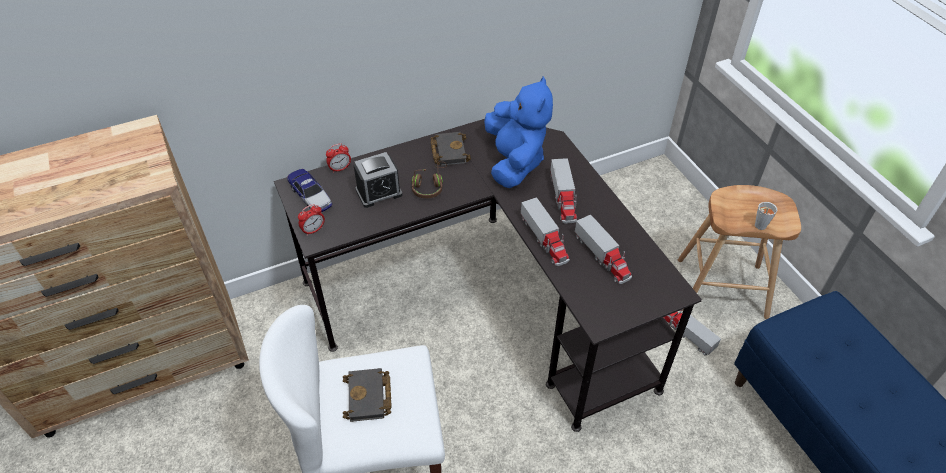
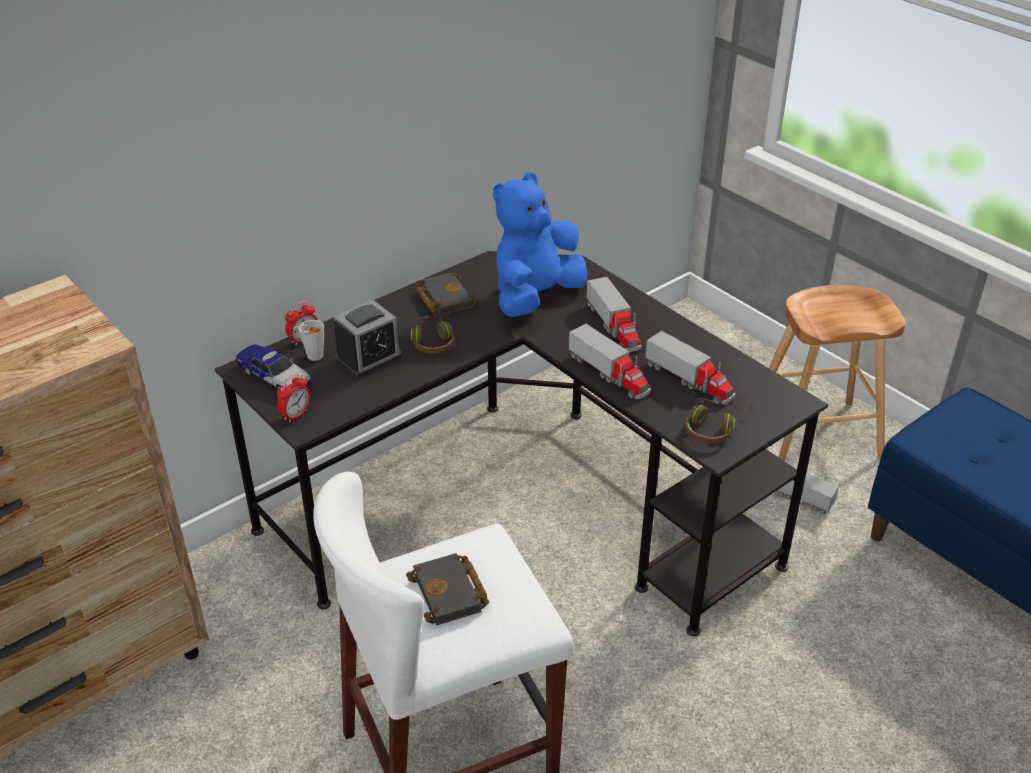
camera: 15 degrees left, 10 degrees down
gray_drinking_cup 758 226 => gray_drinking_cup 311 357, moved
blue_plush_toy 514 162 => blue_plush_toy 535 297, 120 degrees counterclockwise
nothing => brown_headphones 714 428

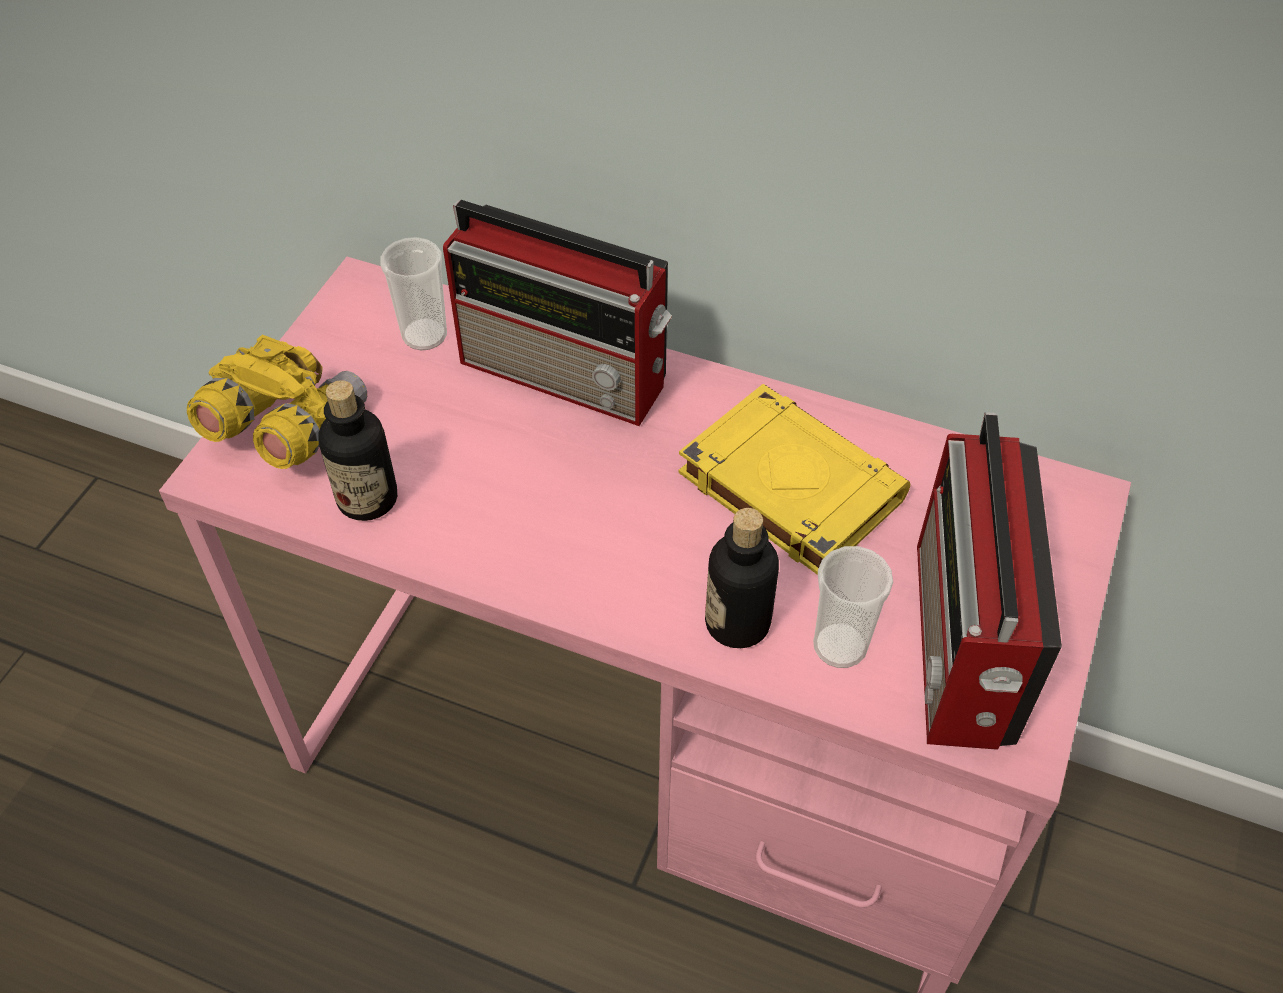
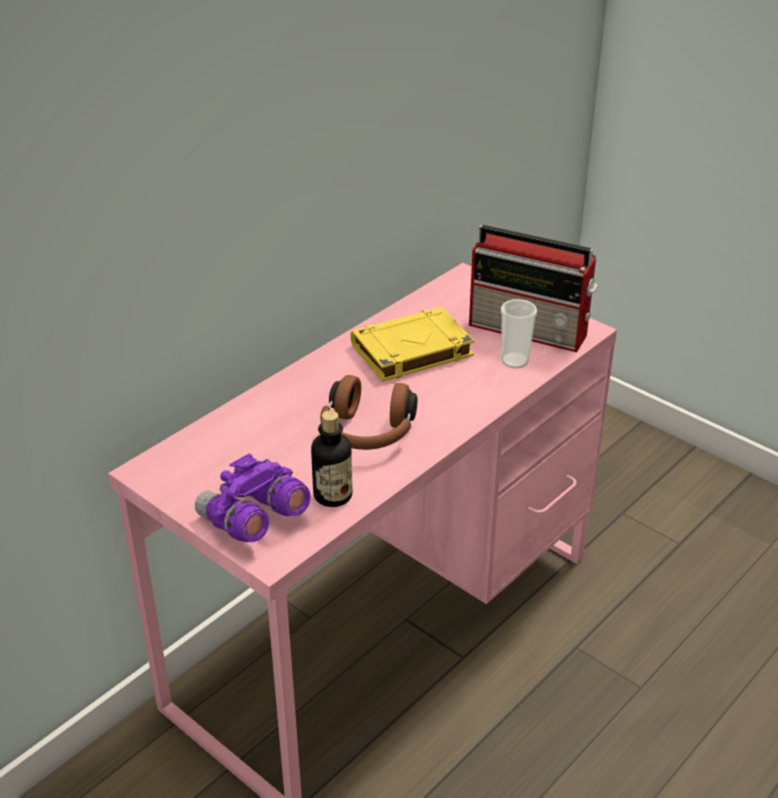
camera: 70 degrees left, 15 degrees down
yellow_binoculars 285 429 => purplish_binoculars 252 521
nothing => brown_headphones 367 433
drinking_cup 424 335 => nothing
radio_set 568 374 => nothing
beverage_bottle 737 623 => nothing

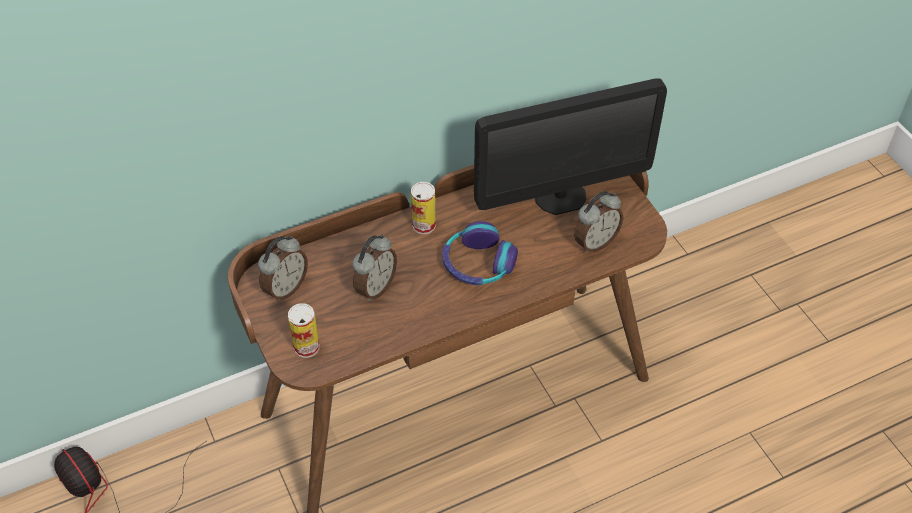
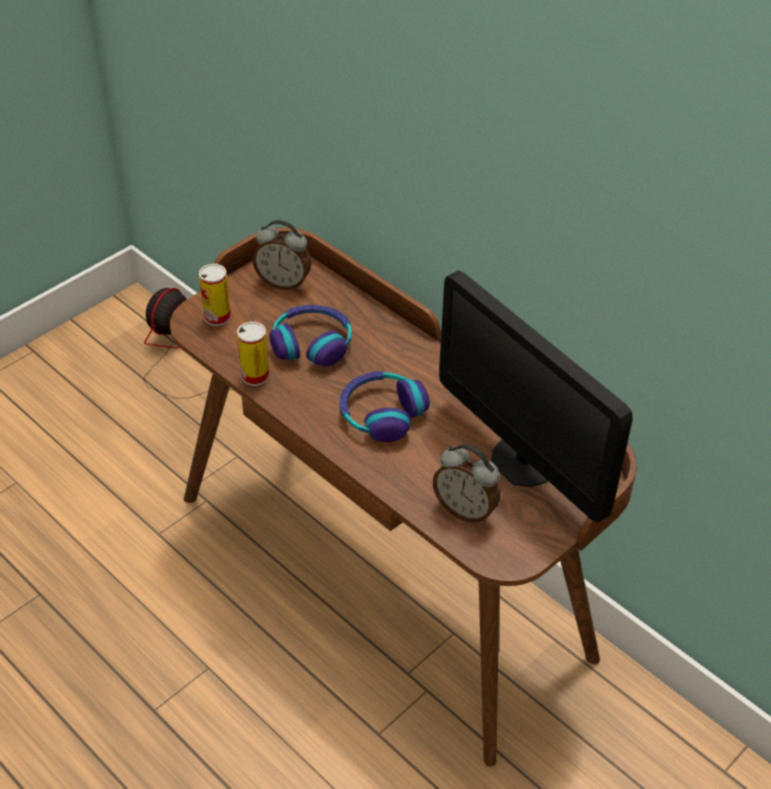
camera: 70 degrees right, 5 degrees down
can 424 225 => can 255 376, moved
bedside_clock 375 287 => headphones 312 343

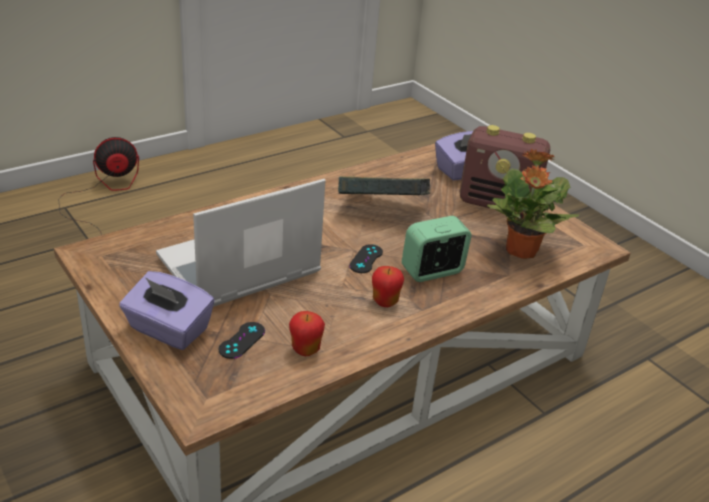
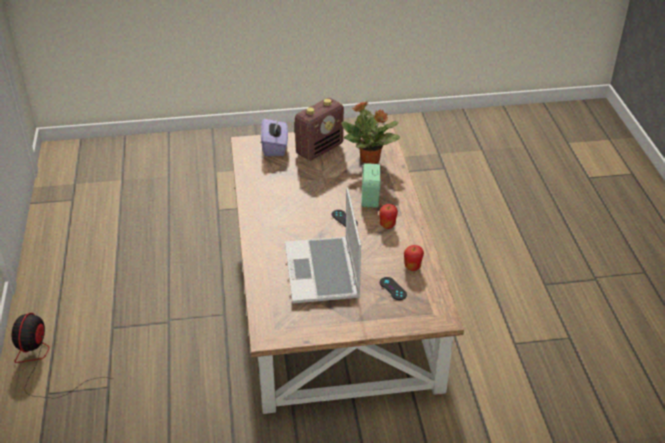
camera: 60 degrees left, 5 degrees up
purplish_box_of_tissues 168 330 => nothing
book 382 209 => nothing

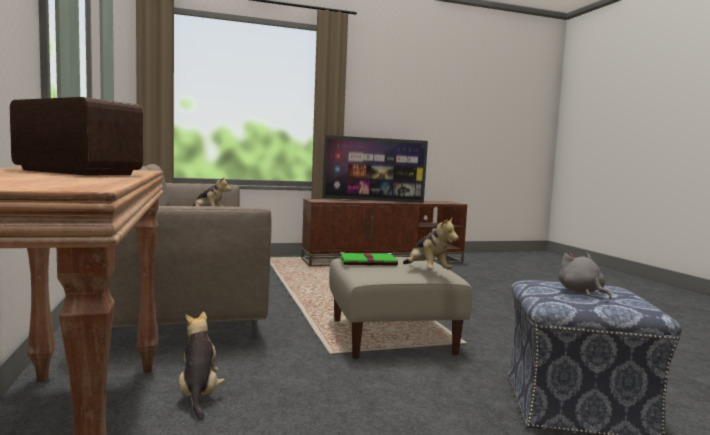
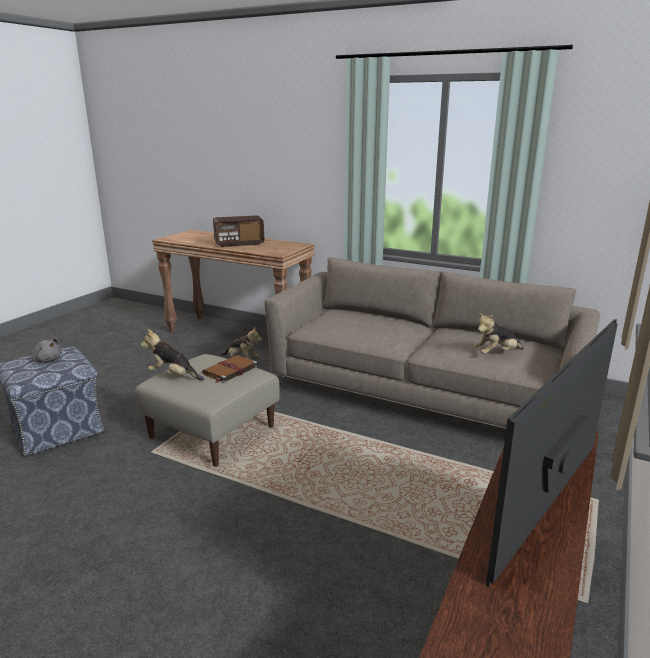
camera: 135 degrees right, 15 degrees up
green_book 369 262 => brown_book 229 370

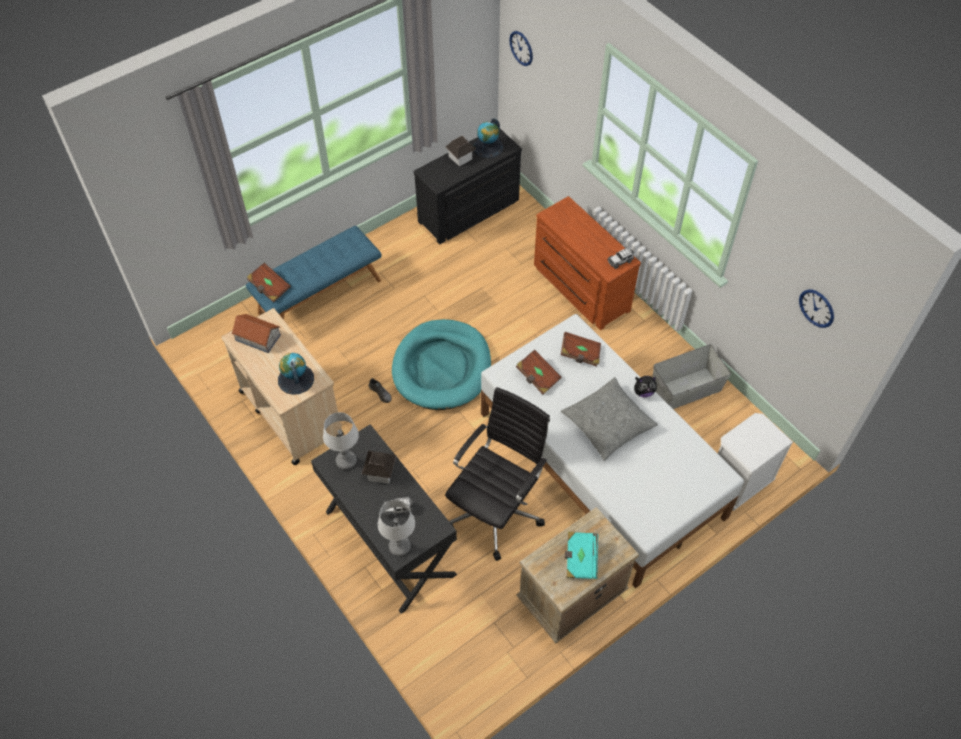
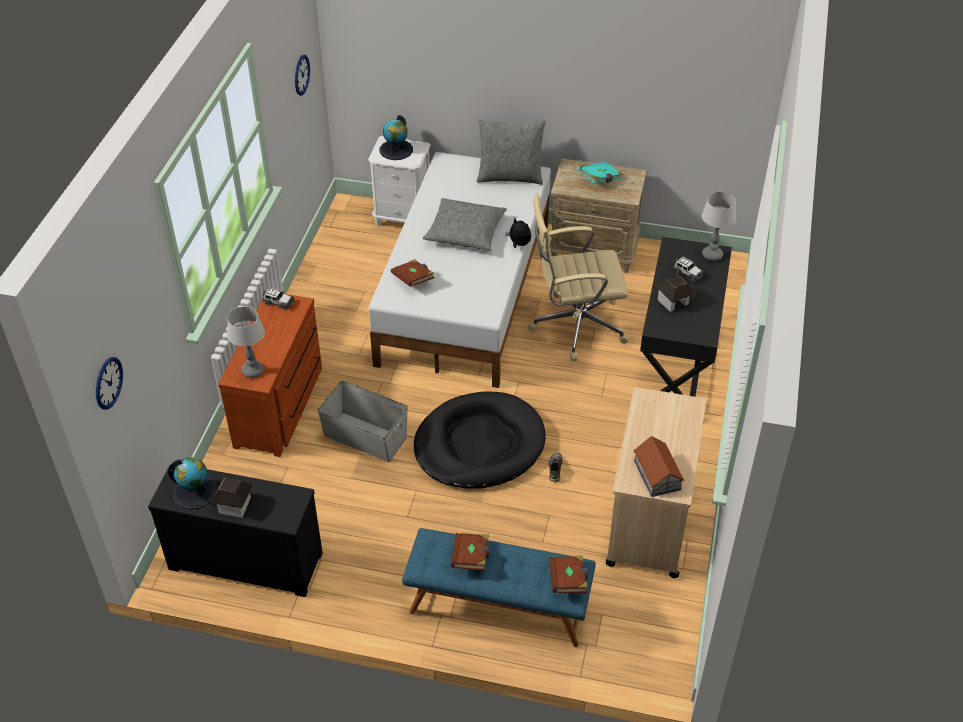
camera: 130 degrees left, 10 degrees down
lamp_for_a_table 346 460 => lamp_for_a_table 252 371, moved
gray_storage_bin 686 389 => gray_storage_bin 365 436, moved
globe 295 379 => globe 396 150, moved
turquoise-coloured_dog_bed 442 367 => black-coloured_dog_bed 479 445
brown_book 537 377 => brown_book 471 558, moved
nothing => gray_cushion 510 176
plush_toy 643 392 => plush_toy 519 244, moved
black-coloured_desk_chair 496 510 => sand-coloured_desk_chair 575 325

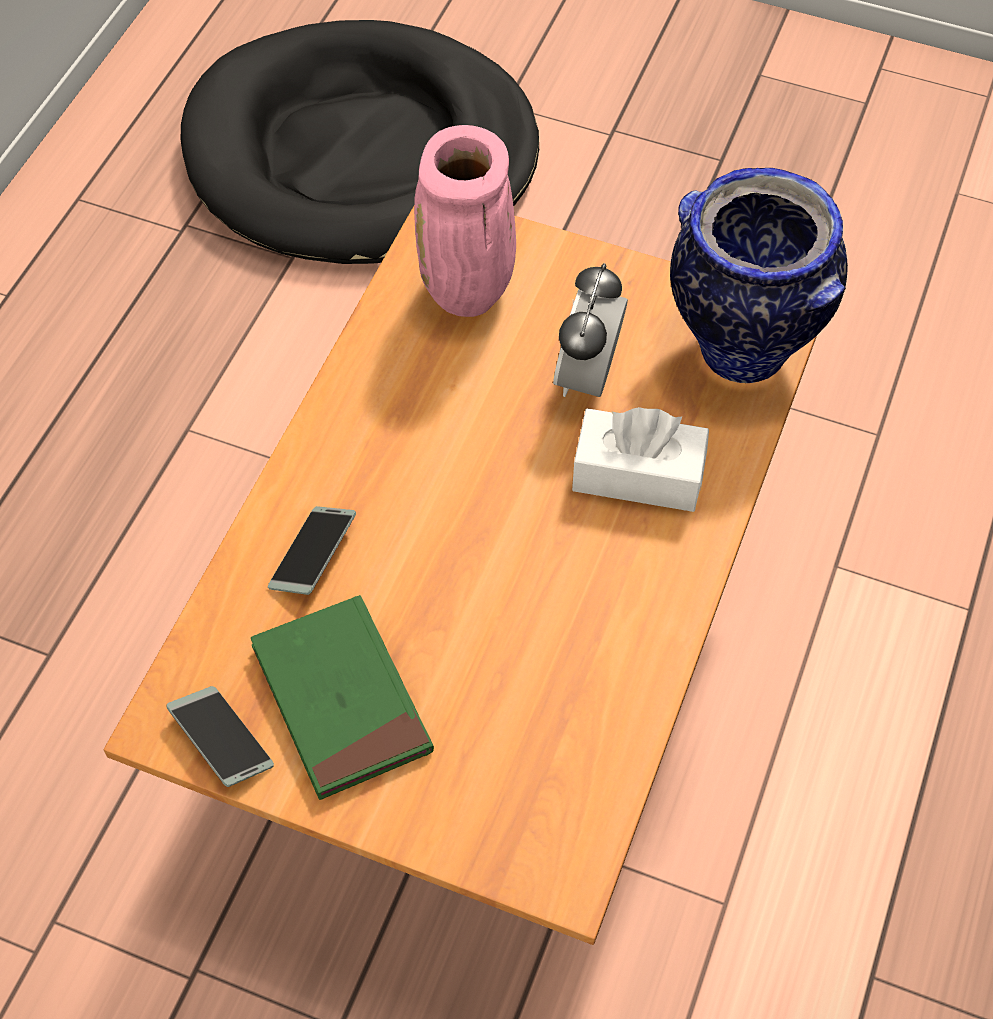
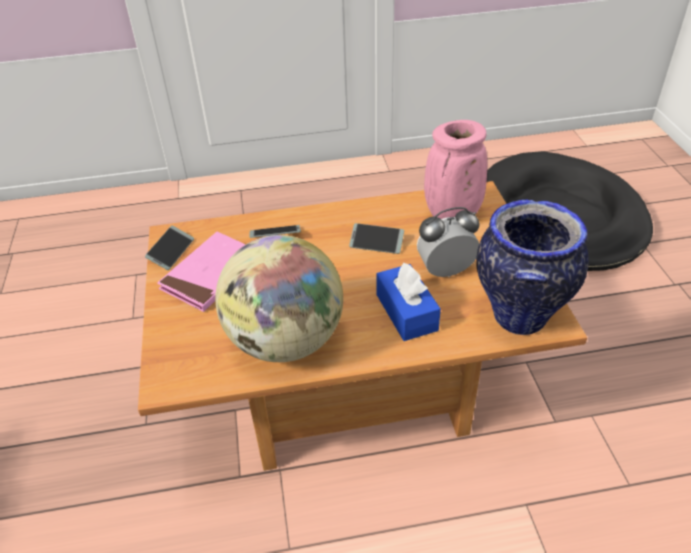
camera: 60 degrees right, 15 degrees down
green_book 341 700 => pink-coloured_book 211 274
nothing => globe 285 341
nothing => telephone 376 243
white-coloured_box_of_tissues 638 475 => blue_box_of_tissues 406 312

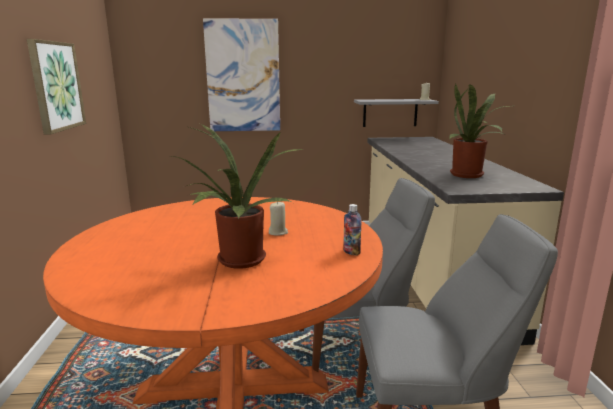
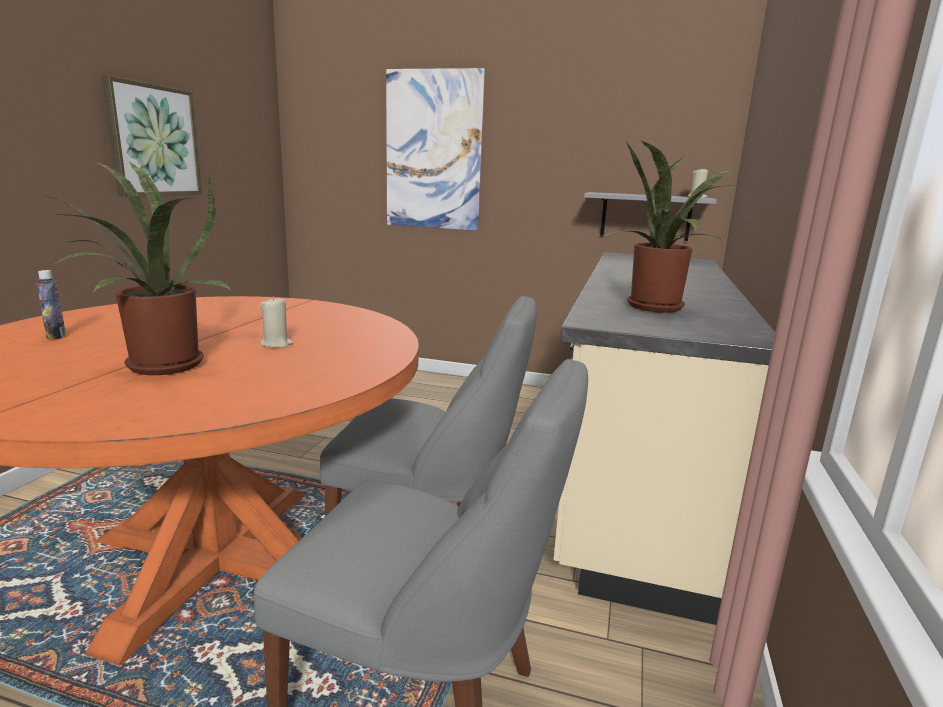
camera: 20 degrees right, 0 degrees up
beverage_bottle 351 252 => beverage_bottle 56 336, moved

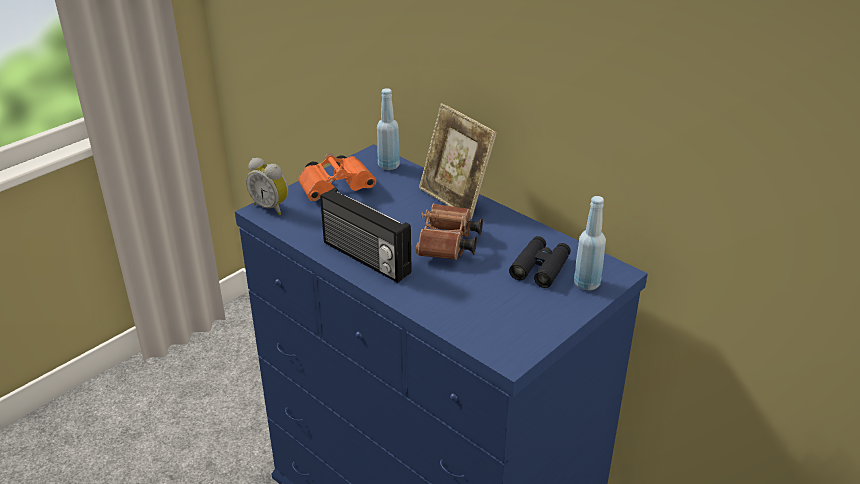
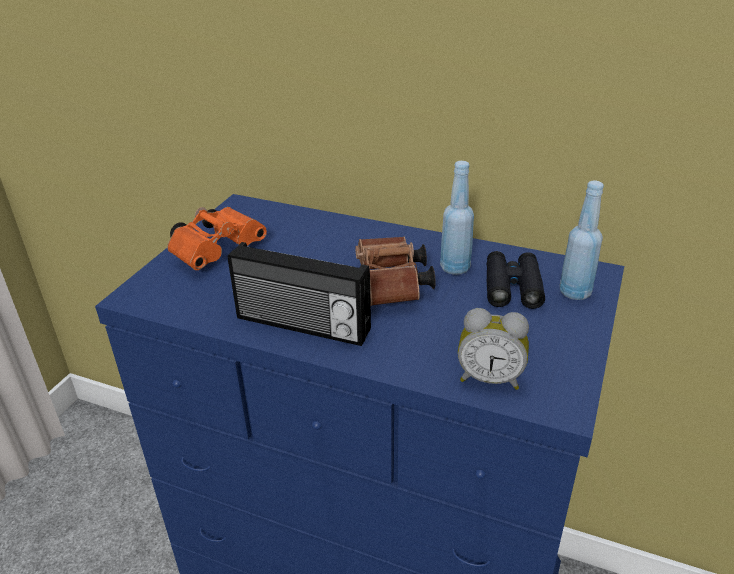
camera: 20 degrees left, 0 degrees up
blue_beverage_bottle 388 165 => blue_beverage_bottle 455 268, moved
bedside_clock 271 207 => bedside_clock 490 378, moved
standing_frame 455 199 => nothing

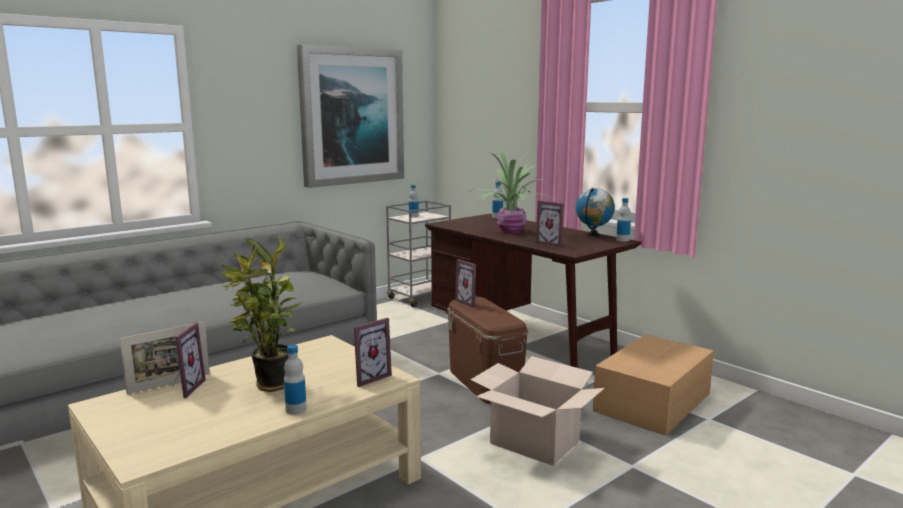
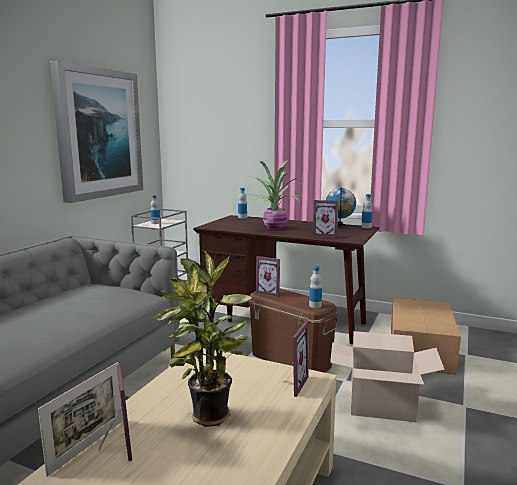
camera: 25 degrees left, 0 degrees up
beverage_bottle 296 409 => beverage_bottle 315 305, moved

